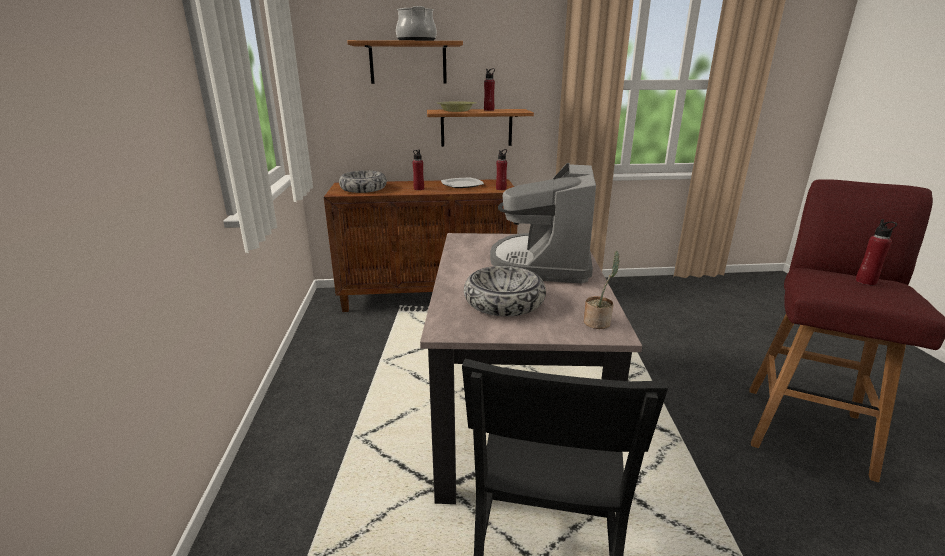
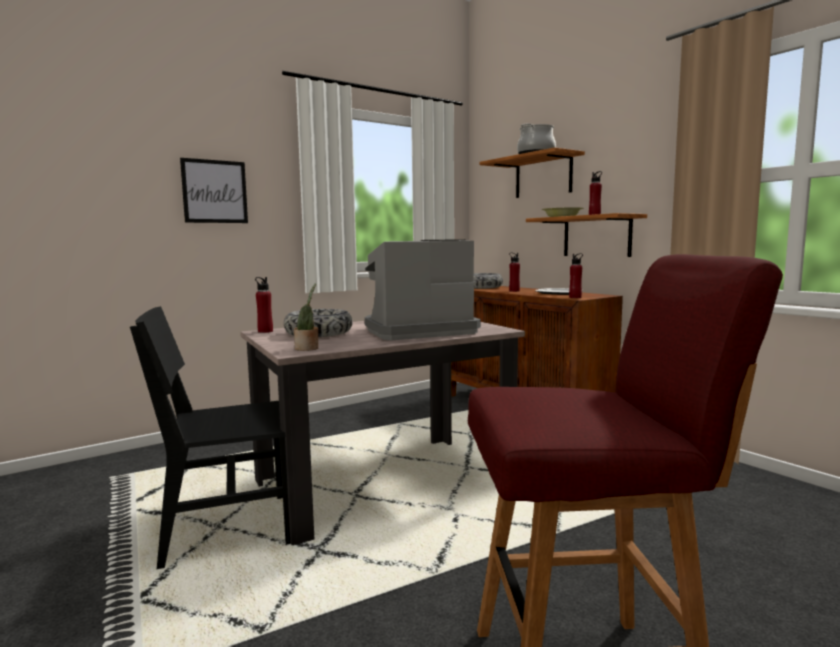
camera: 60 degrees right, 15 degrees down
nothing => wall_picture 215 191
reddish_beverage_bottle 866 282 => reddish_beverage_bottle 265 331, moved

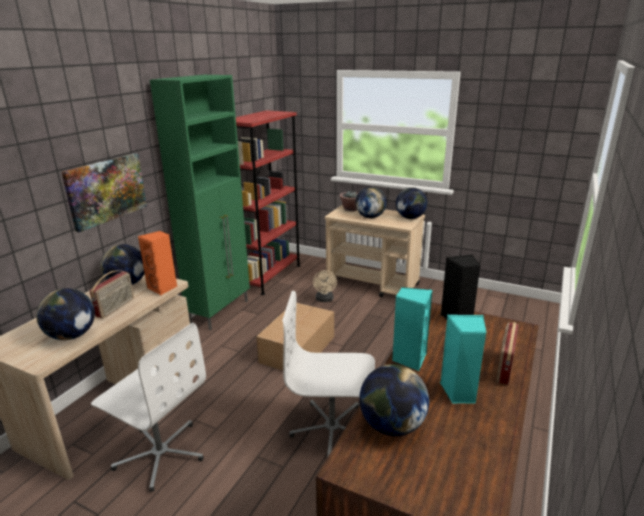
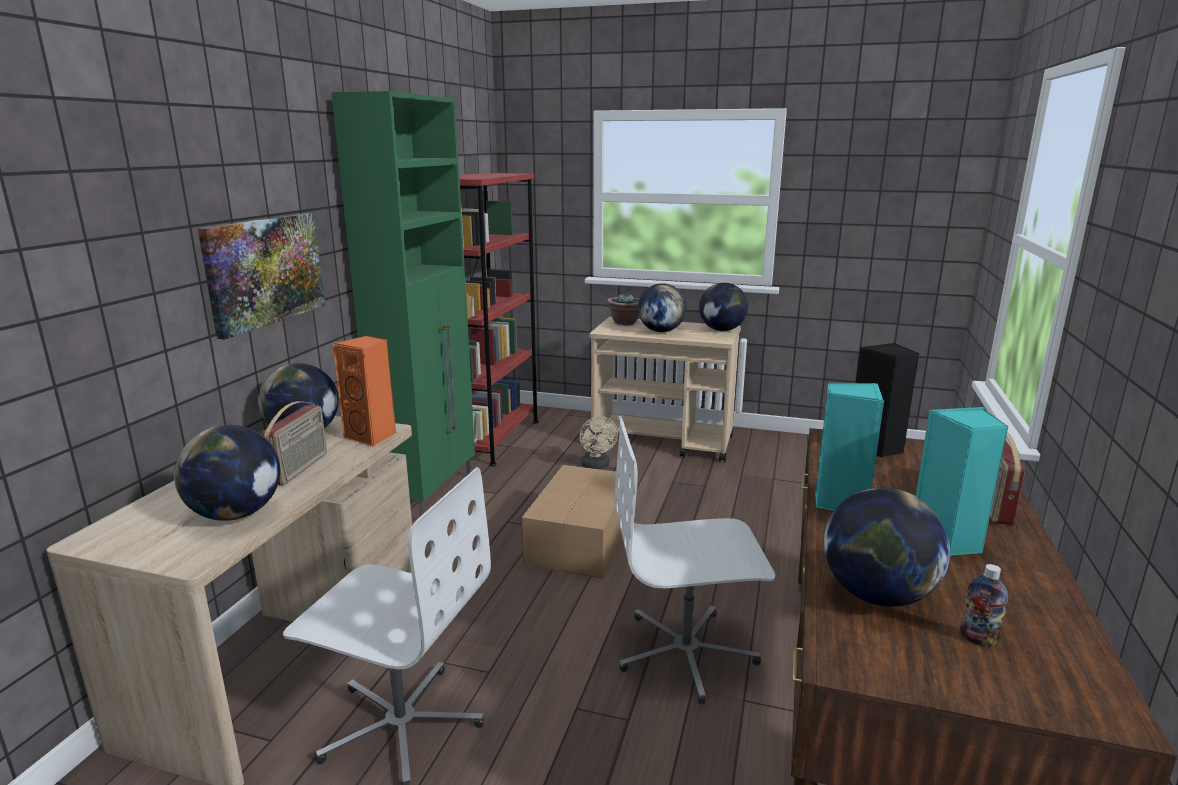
camera: 10 degrees left, 5 degrees down
nothing => beverage_bottle 977 639

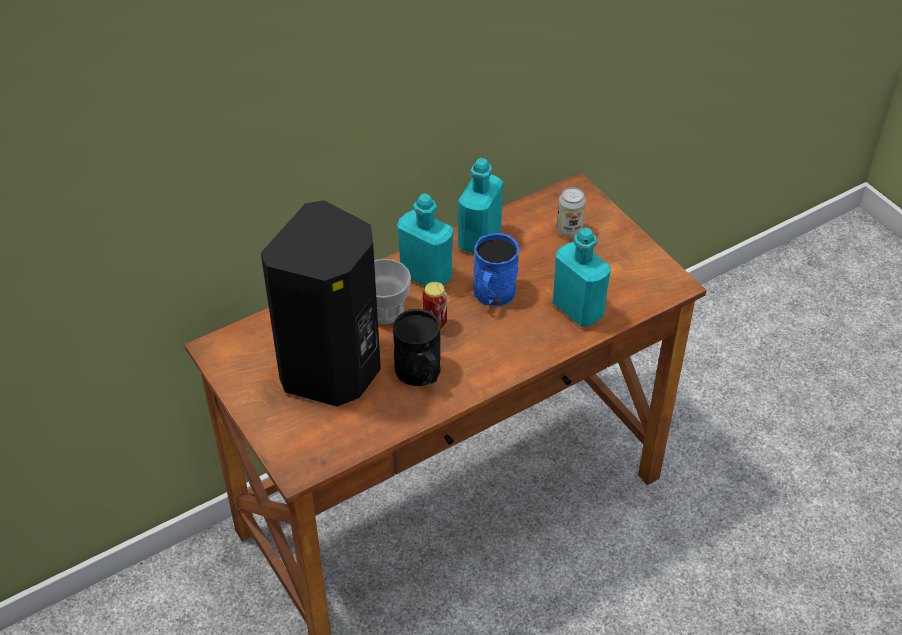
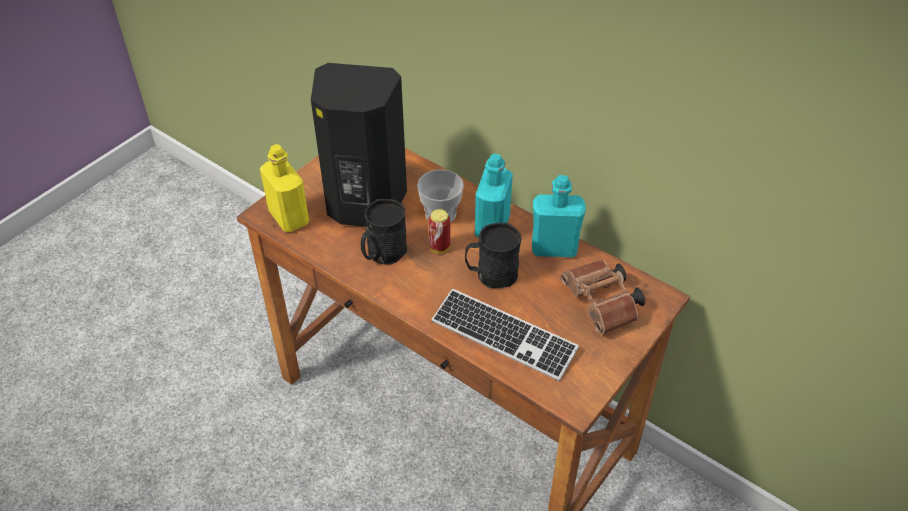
camera: 70 degrees right, 0 degrees up
nothing => yellow_beverage_bottle 289 217
turquoise-coloured_beverage_bottle 578 309 => computer_keyboard 503 336
blue_tea_mug 493 295 => black-coloured_tea_mug 491 274
can 569 231 => brown_binoculars 602 306

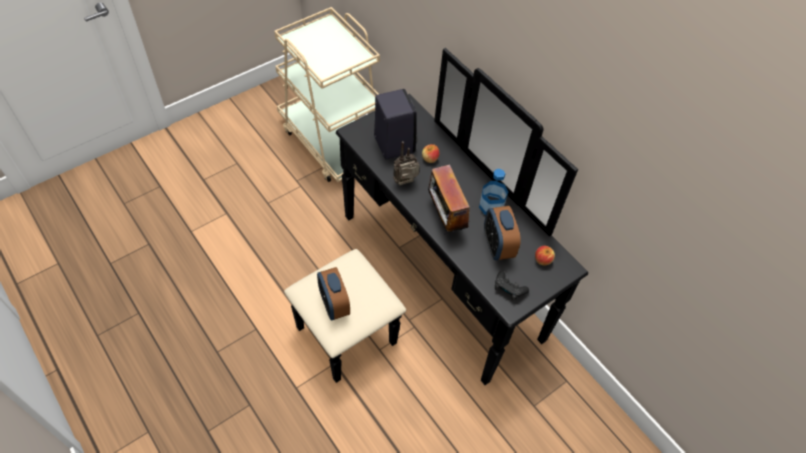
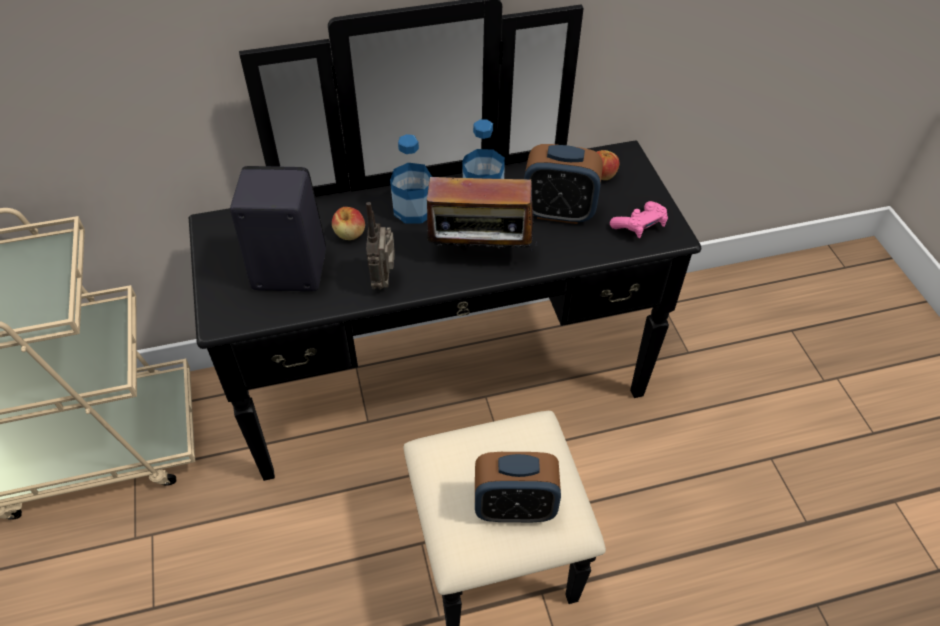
camera: 65 degrees left, 5 degrees down
nothing => beverage_bottle 414 209
black-coloured_gamepad 508 289 => pink-coloured_gamepad 639 226

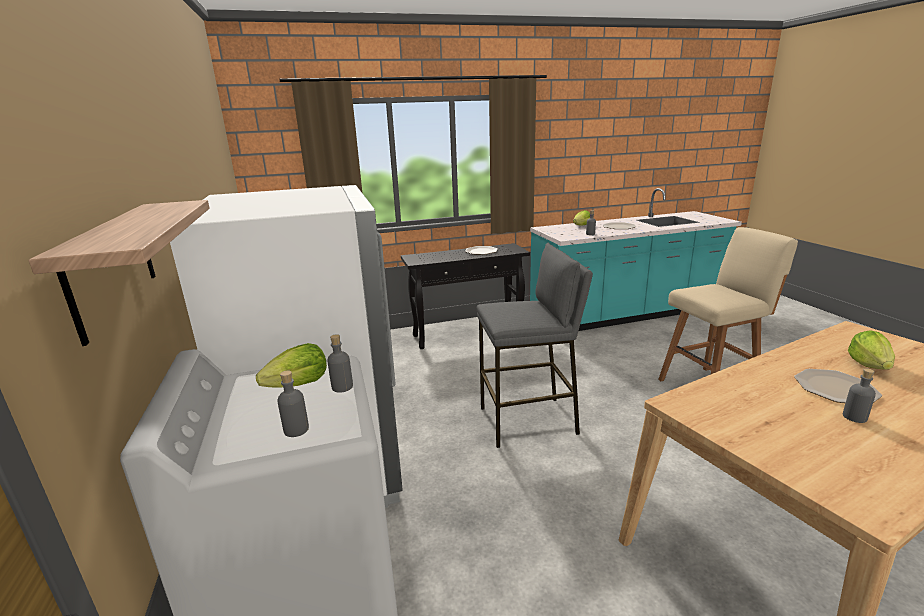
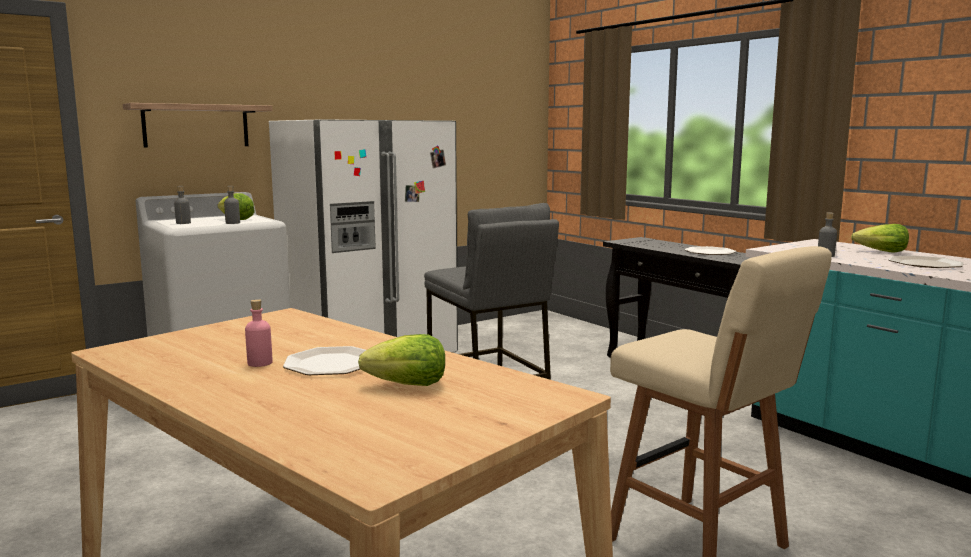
camera: 70 degrees right, 10 degrees down
gray_beverage_bottle 854 417 => pink-coloured_beverage_bottle 260 363

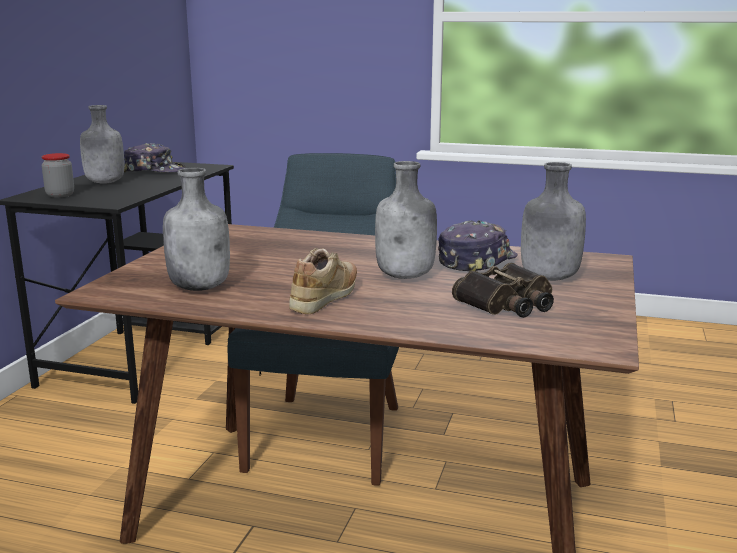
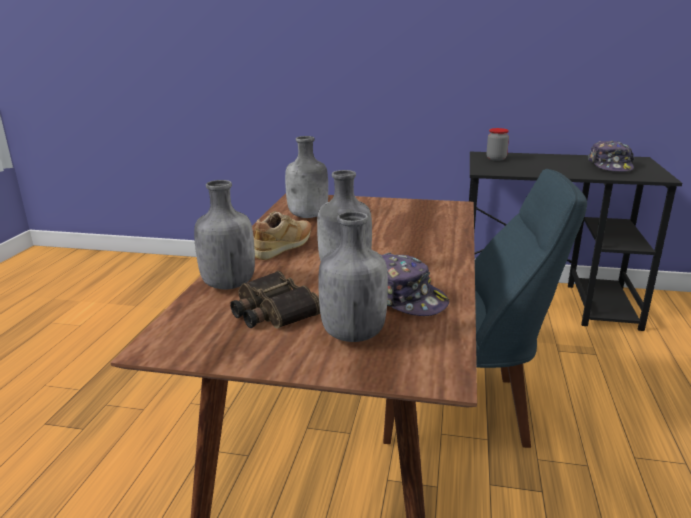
camera: 85 degrees right, 5 degrees up
gray_beverage_bottle 104 182 => gray_beverage_bottle 227 284, moved
sand-coloured_low_shoe 326 299 => sand-coloured_low_shoe 284 248, 75 degrees counterclockwise

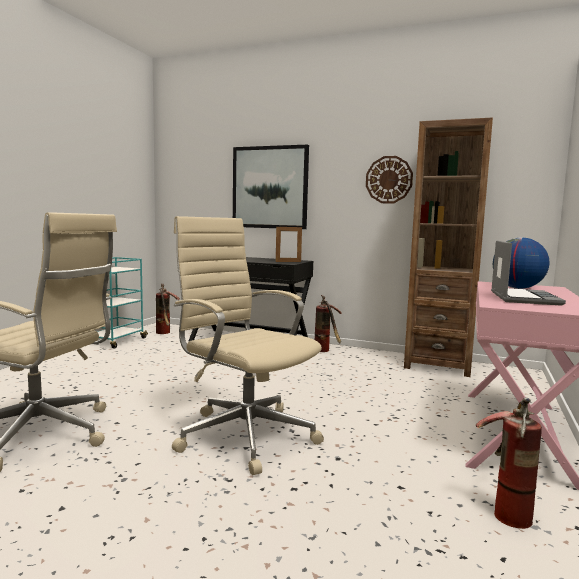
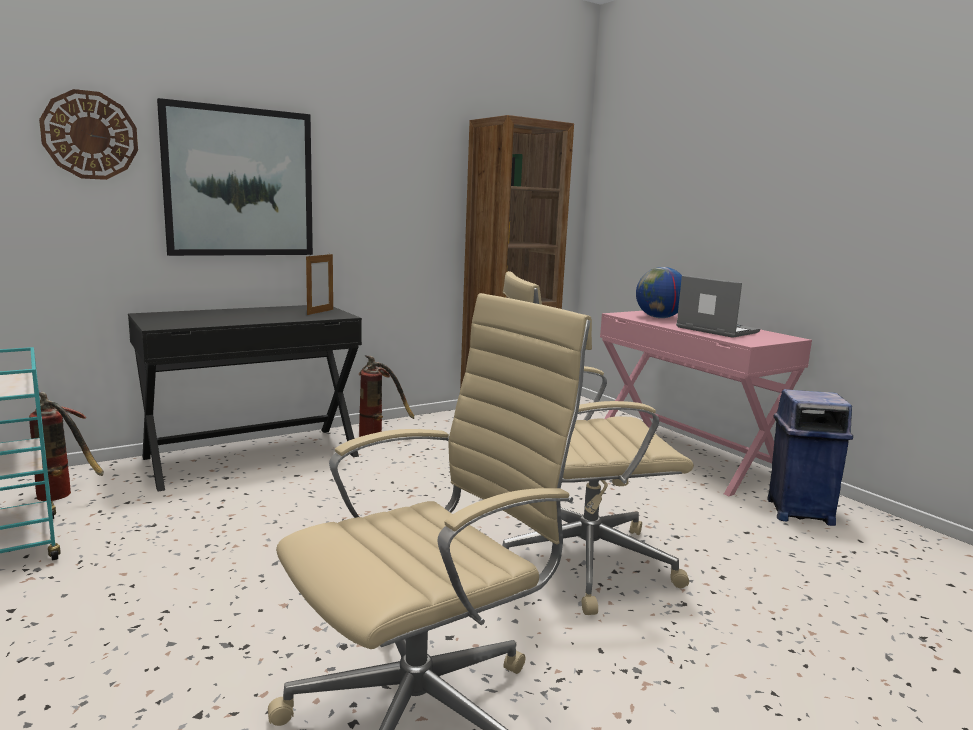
camera: 55 degrees left, 5 degrees up
wall_clock 389 179 => wall_clock 90 135, moved
fire_extinguisher 505 508 => blue_waste_bin 798 512

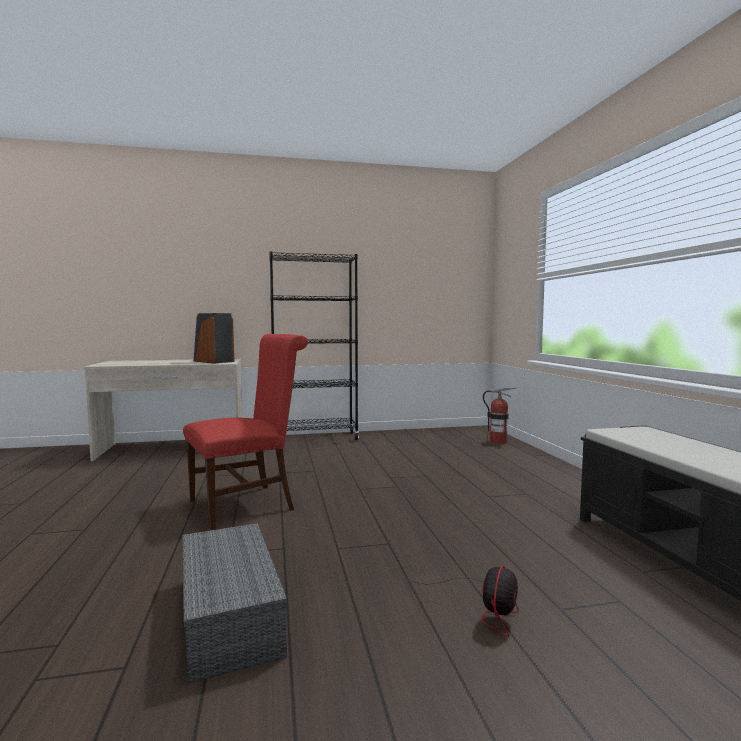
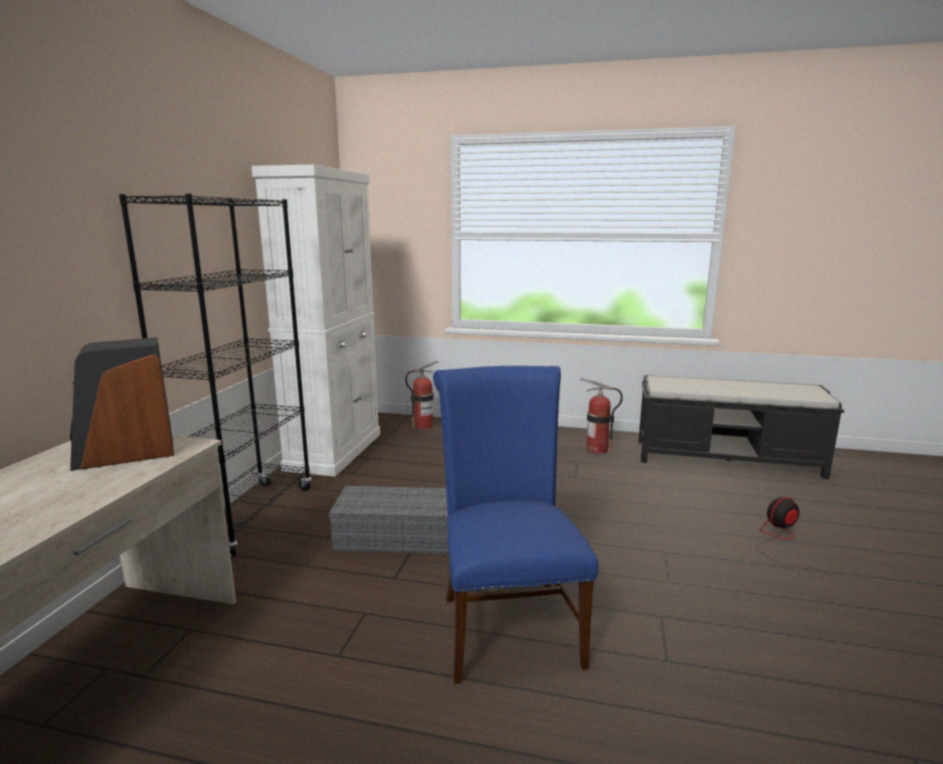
camera: 65 degrees left, 10 degrees up
nothing => white-coloured_storage_cabinet 335 451
gray_storage_bin 232 615 => gray_storage_bin 400 535, moved
reddish_upright_chair 248 504 => blue_upright_chair 507 624
nothing => fire_extinguisher 596 449
fan 485 607 => fan 781 541, 75 degrees counterclockwise

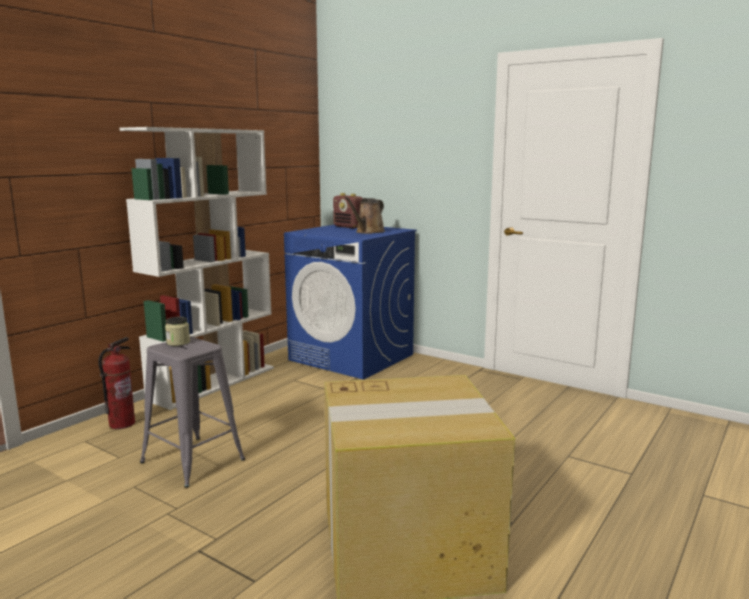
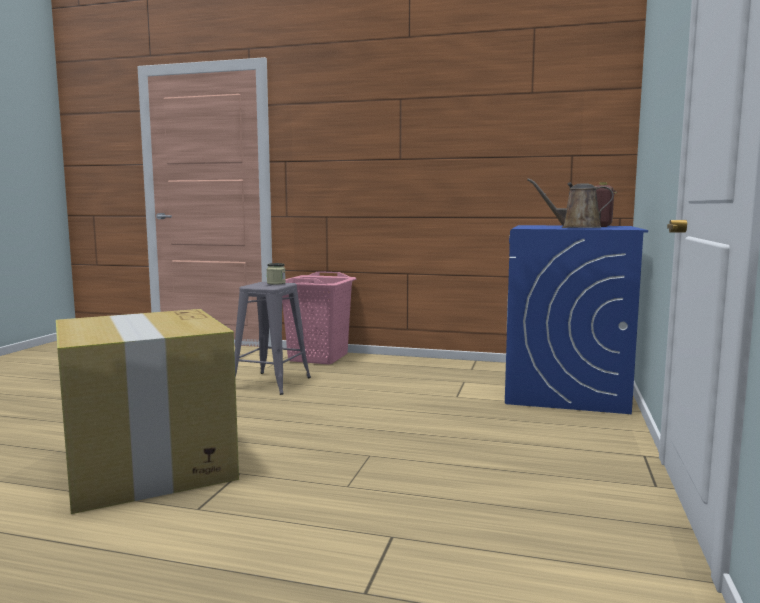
camera: 70 degrees right, 5 degrees down
fire_extinguisher 122 424 => pink-coloured_laundry_basket 318 357
white-coloured_bookcase 213 383 => nothing

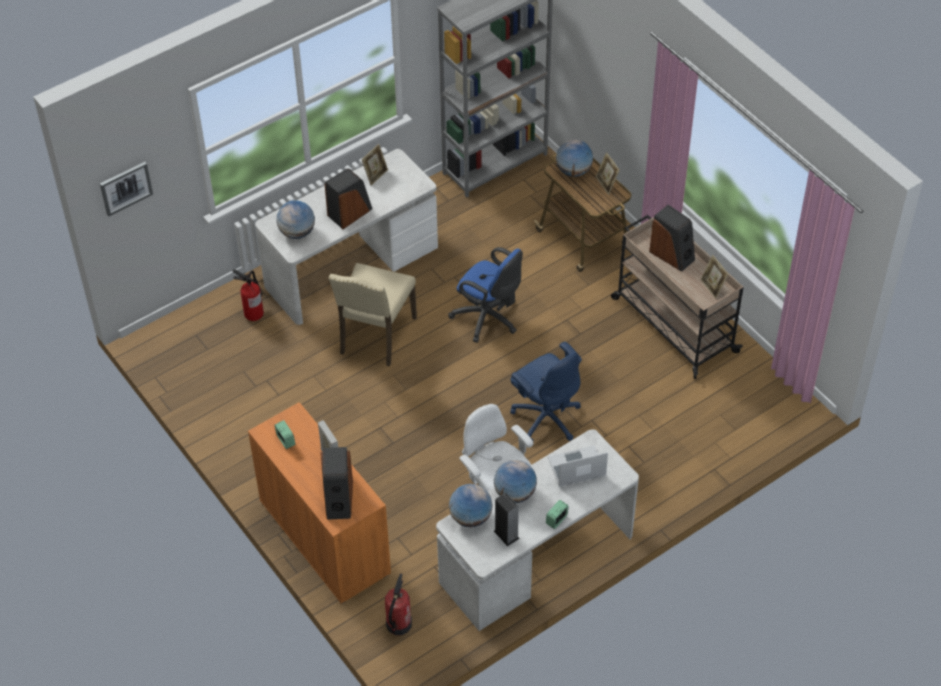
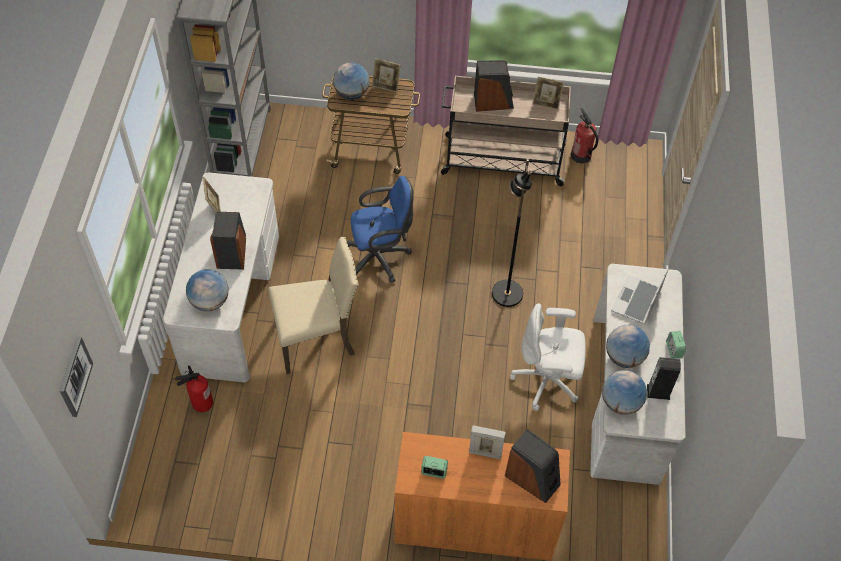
camera: 50 degrees left, 5 degrees up
sand-coloured_upright_chair 375 336 => sand-coloured_upright_chair 317 339, 75 degrees counterclockwise
blue_desk_chair 546 417 => black-coloured_floor_lamp 506 294
fire_extinguisher 398 624 => fire_extinguisher 581 155, moved

